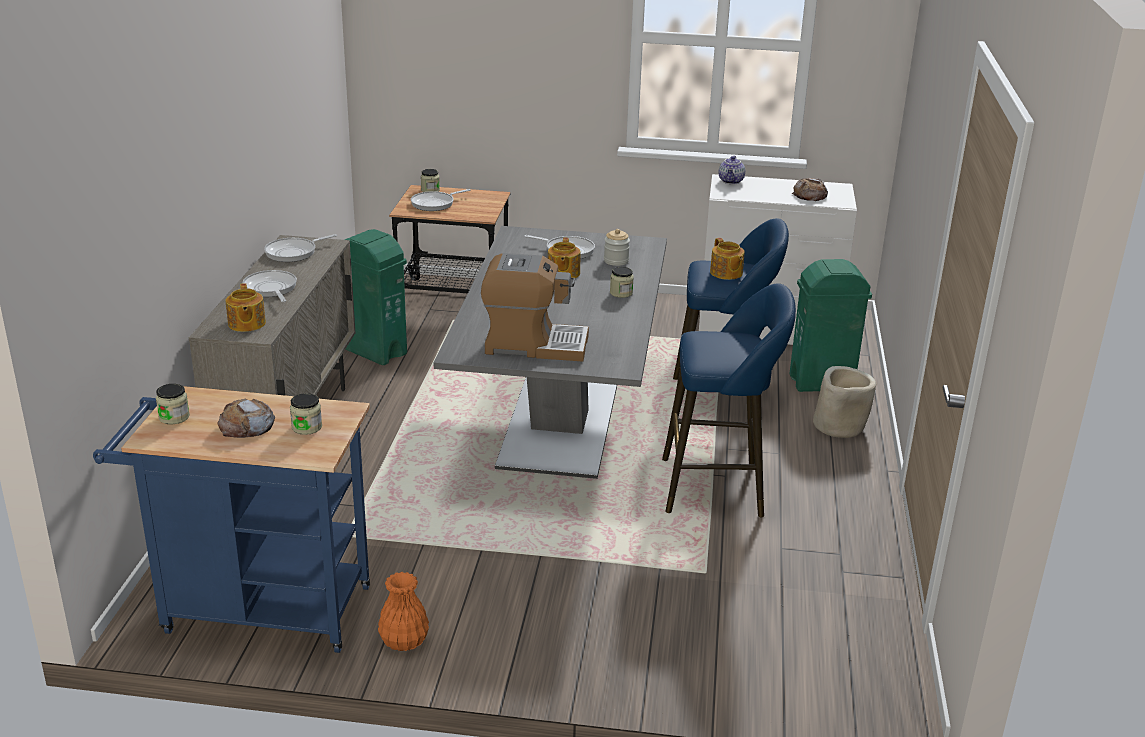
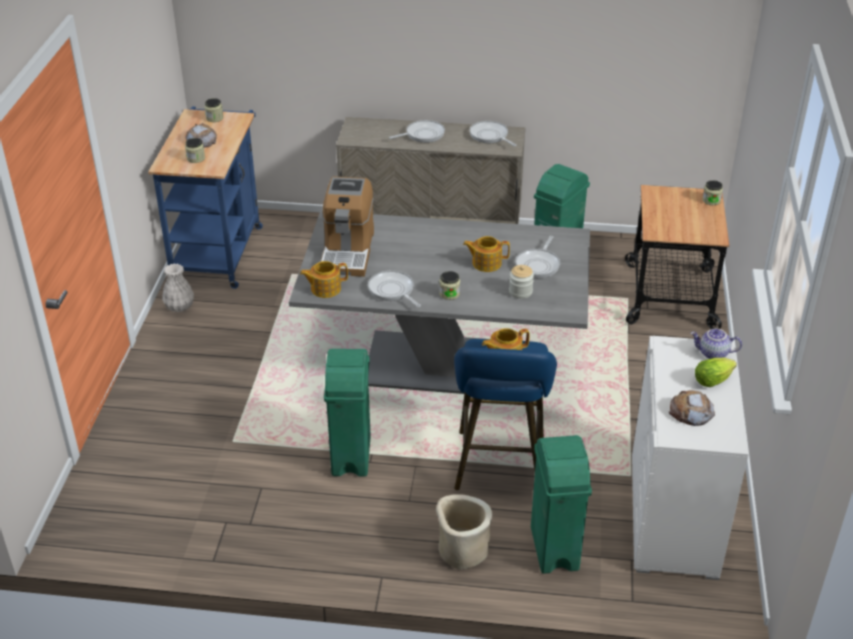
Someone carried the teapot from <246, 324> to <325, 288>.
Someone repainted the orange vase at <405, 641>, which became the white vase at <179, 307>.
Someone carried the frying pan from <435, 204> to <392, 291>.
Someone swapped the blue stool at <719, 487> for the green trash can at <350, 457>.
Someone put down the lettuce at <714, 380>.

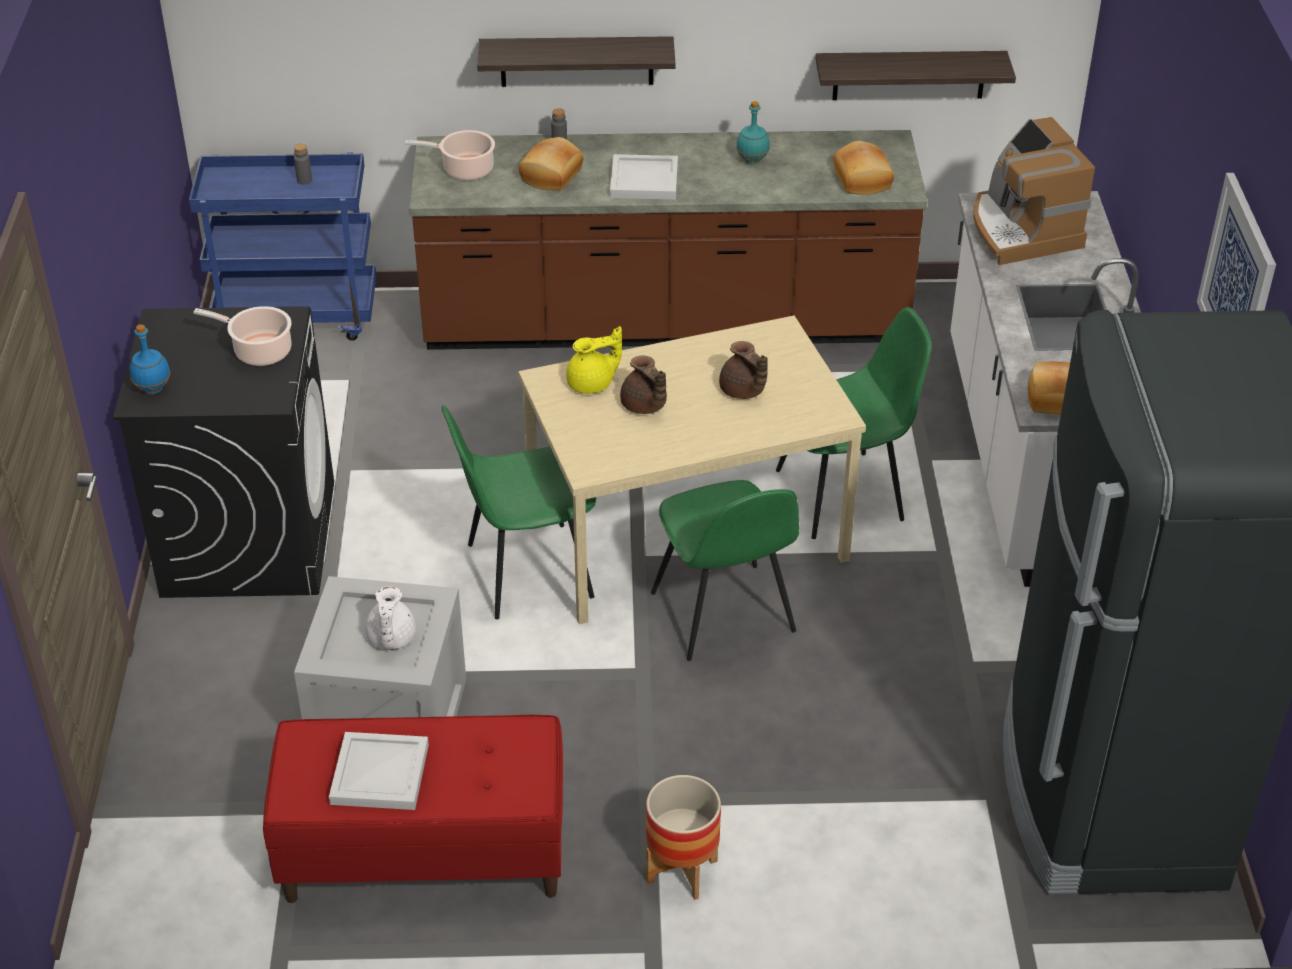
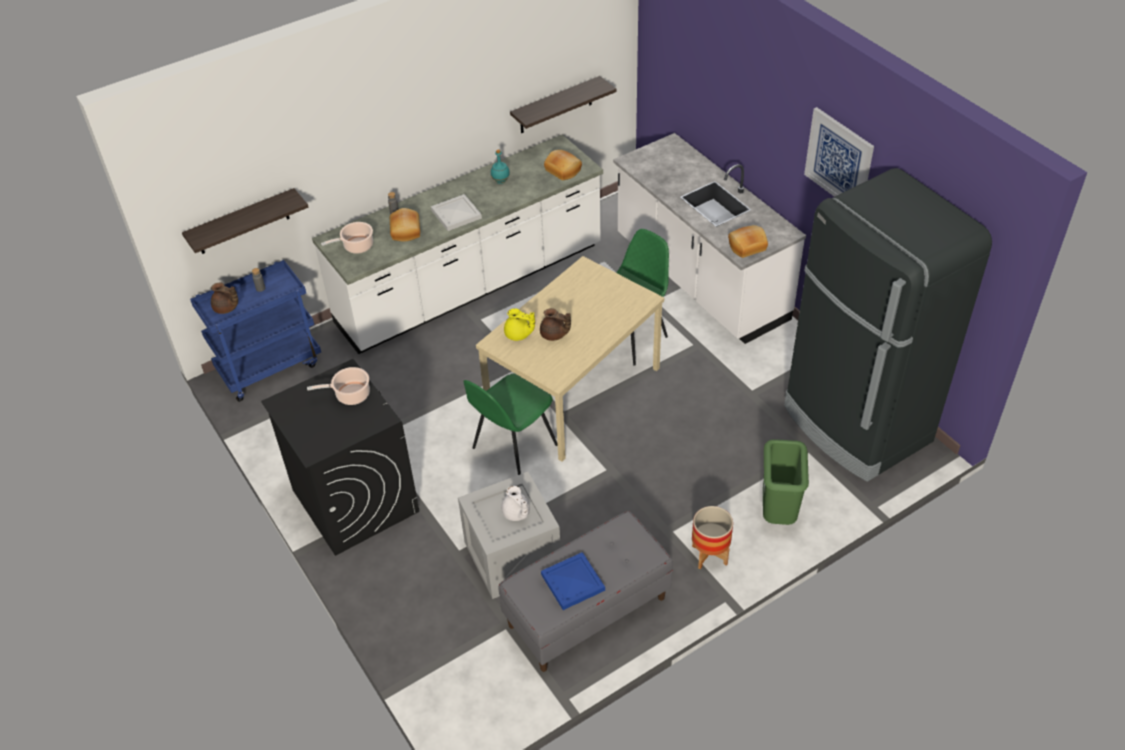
Someone took away the blue bottle at <153, 389>.
Someone repainted the red bench at <423, 854>, which became the grey bench at <587, 612>.
Someone repainted the white tray at <381, 775>, which became the blue tray at <574, 582>.
Someone repainted the brown counter at <665, 324>, which became the white counter at <471, 286>.
Someone carried the shelf from <576, 61> to <242, 222>.
Someone rotated the yellow teapot at <592, 384> by 75 degrees clockwise.
Someone took away the green chair at <724, 615>.
Someone carried the brown teapot from <743, 391> to <226, 308>.
Someone took away the coffee machine at <1021, 230>.
Someone put down the green trash can at <778, 513>.

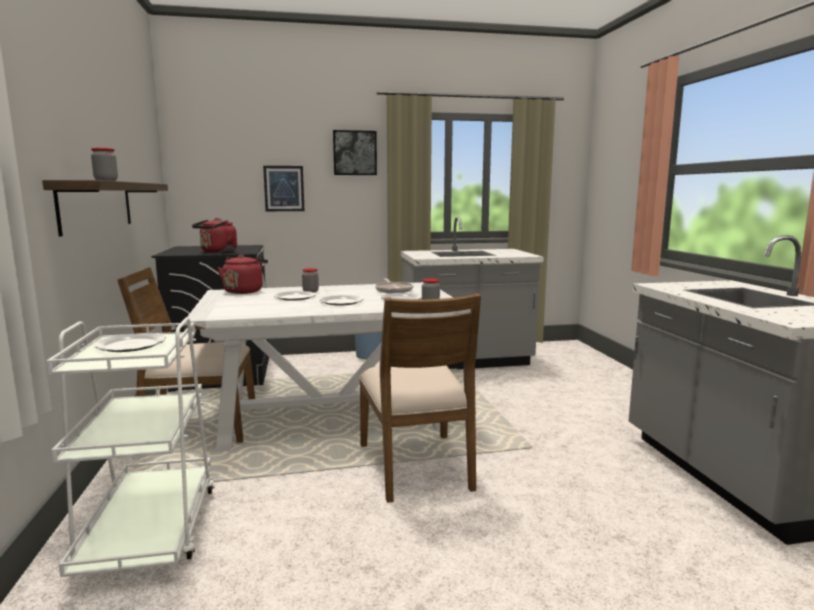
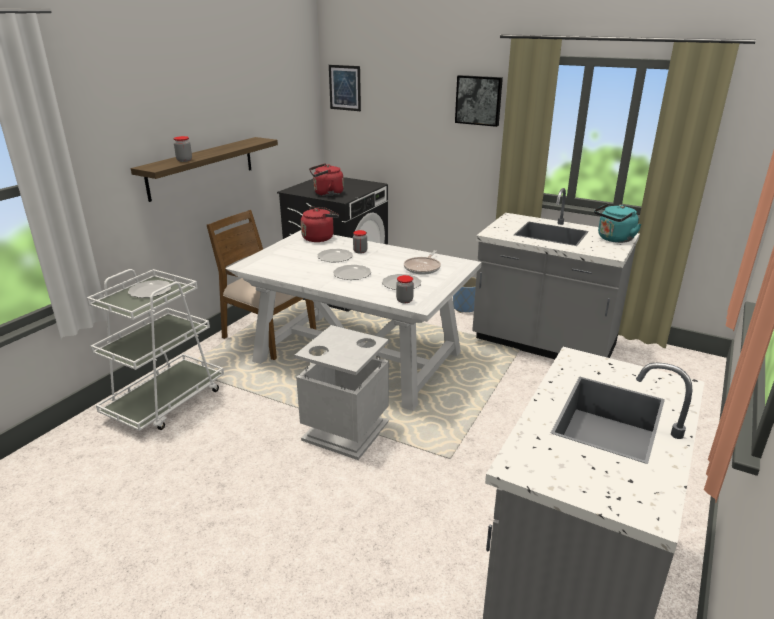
Someone carried the picture from <284, 188> to <345, 88>.
Someone swapped the brown chair at <416, 466> for the grey trash can at <345, 431>.
Someone put down the turquoise kettle at <614, 239>.

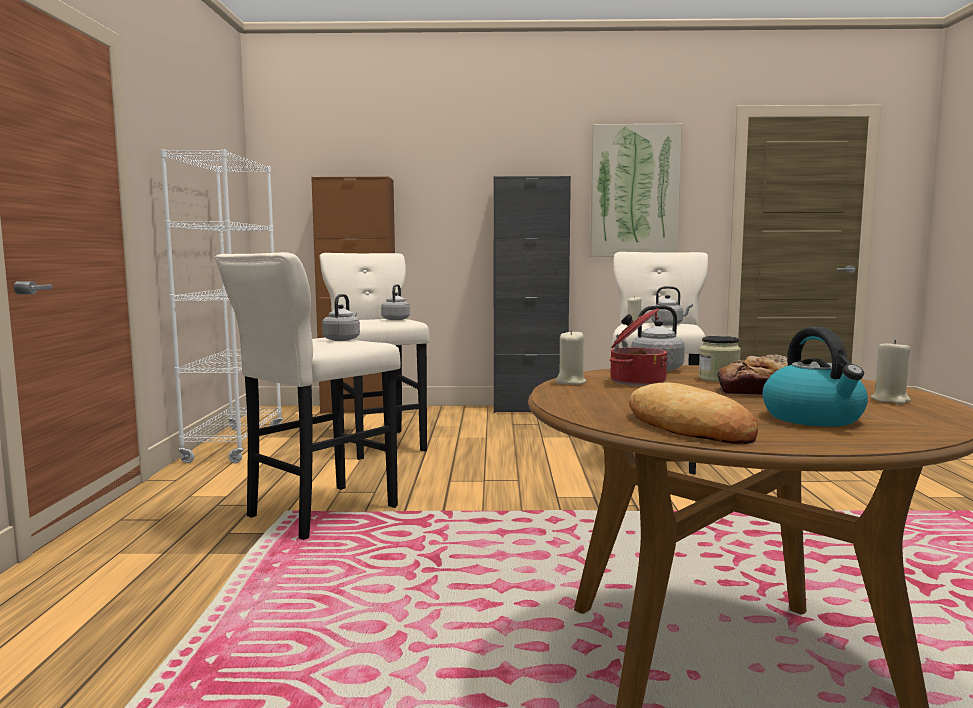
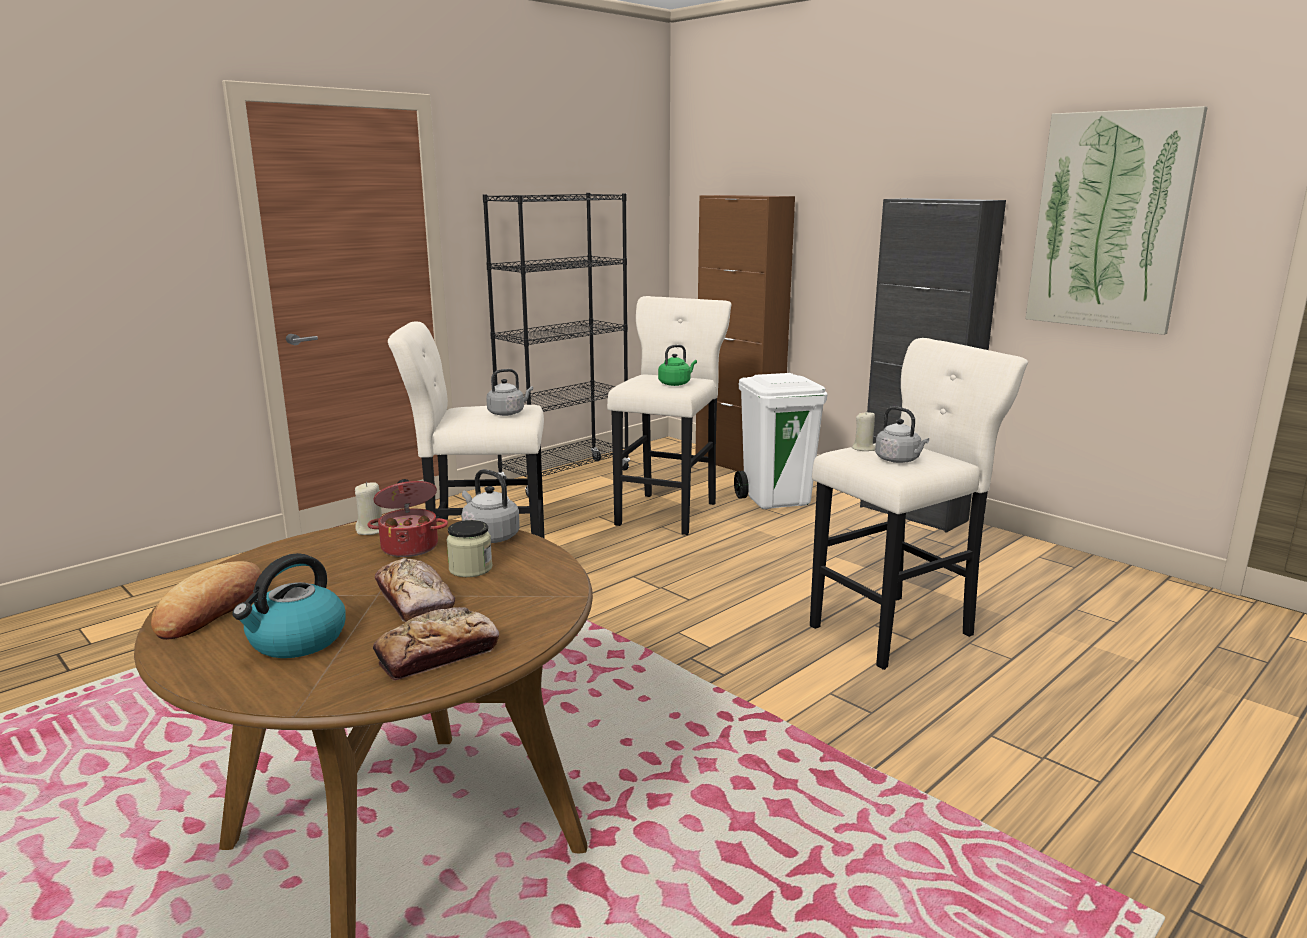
Someone repainted the white bookcase at <235, 445>, which became the black bookcase at <565, 478>.
Someone repainted the grey kettle at <396, 319>, which became the green kettle at <676, 384>.
Someone swapped the beige candle at <890, 400> for the bread at <437, 654>.
Someone put down the white trash can at <777, 500>.

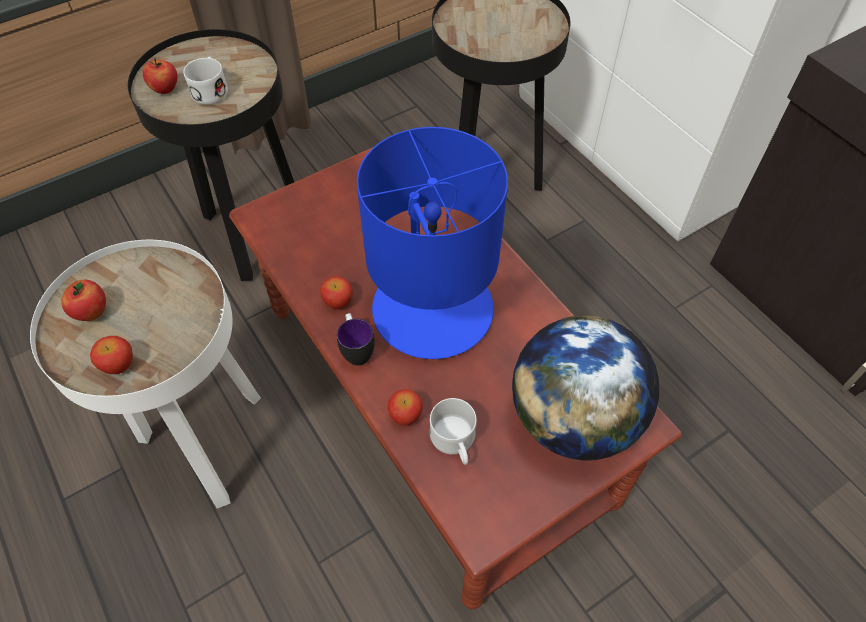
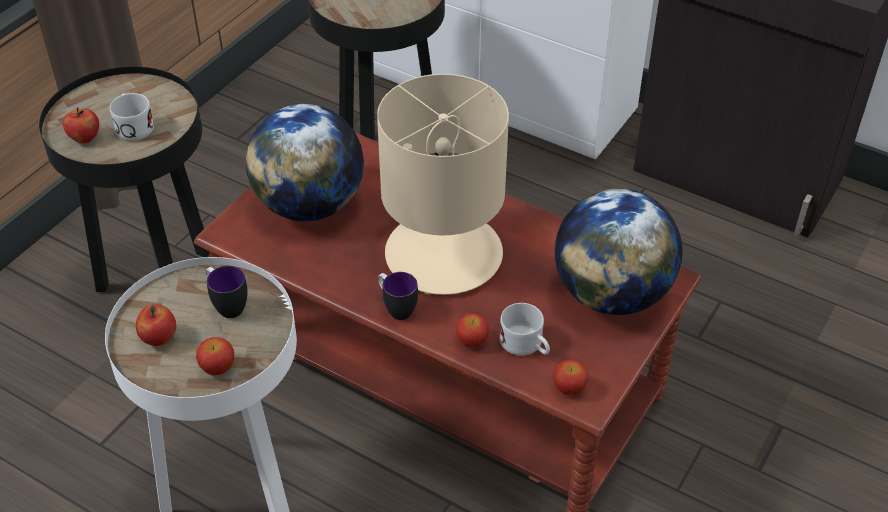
Someone carried the apple from <338, 302> to <569, 388>.
Someone repainted the blue table lamp at <432, 308>, which became the beige table lamp at <442, 253>.
Someone put down the mug at <227, 305>.
Someone put down the globe at <310, 205>.

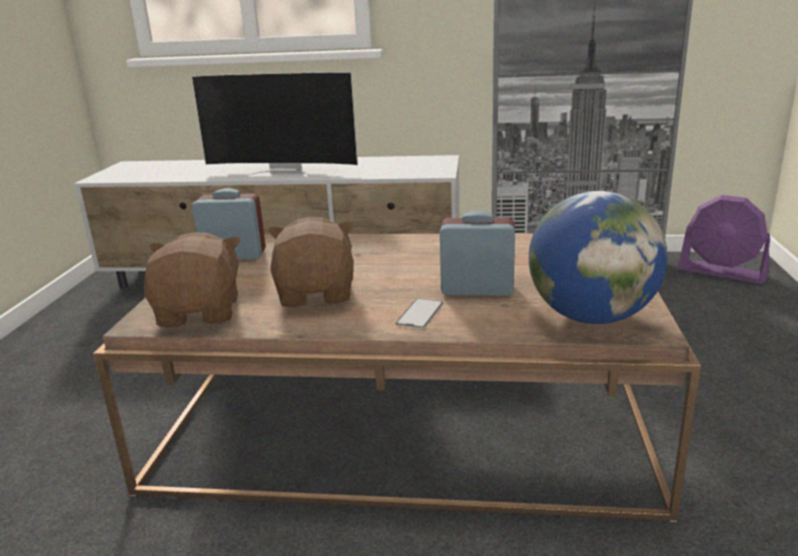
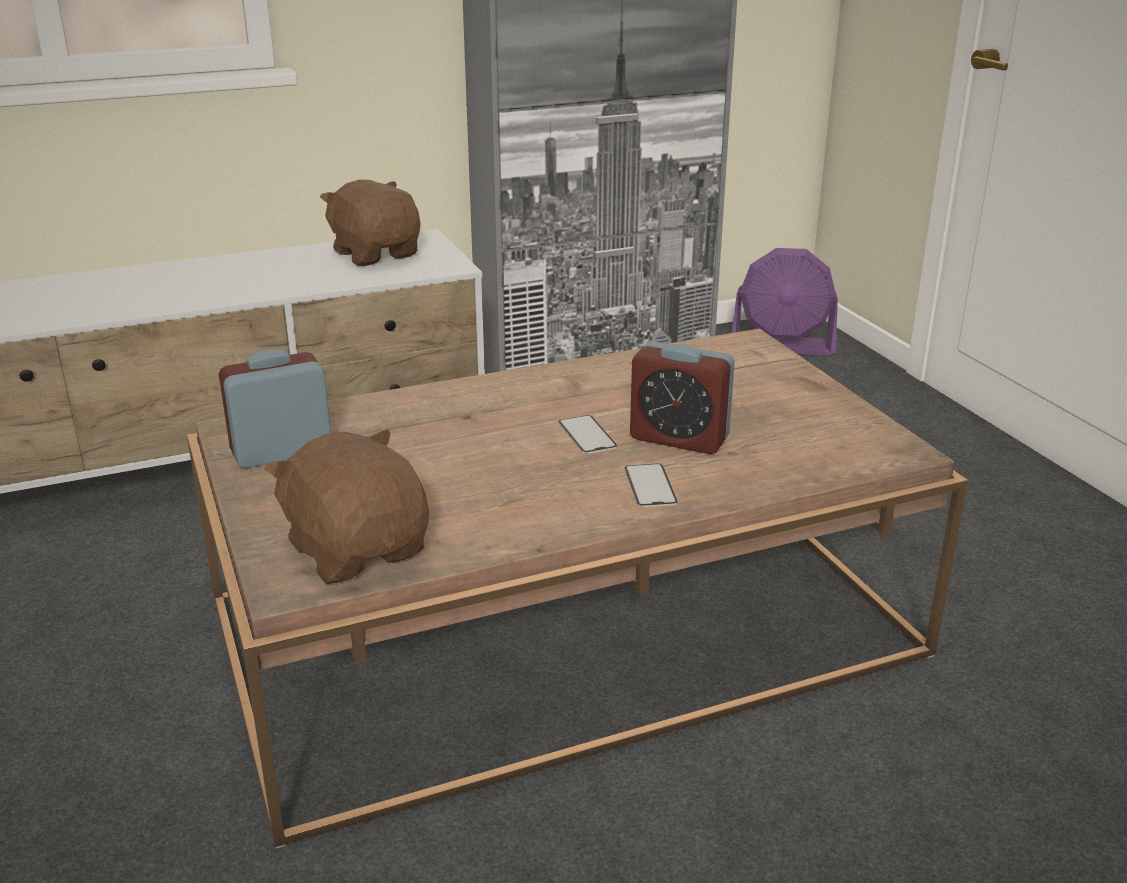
Someone took away the television at <285, 171>.
Someone carried the brown plush toy from <317, 294> to <376, 254>.
Someone rotated the alarm clock at <477, 289> by 135 degrees counterclockwise.
Someone took away the globe at <591, 317>.
Someone put down the phone at <587, 435>.

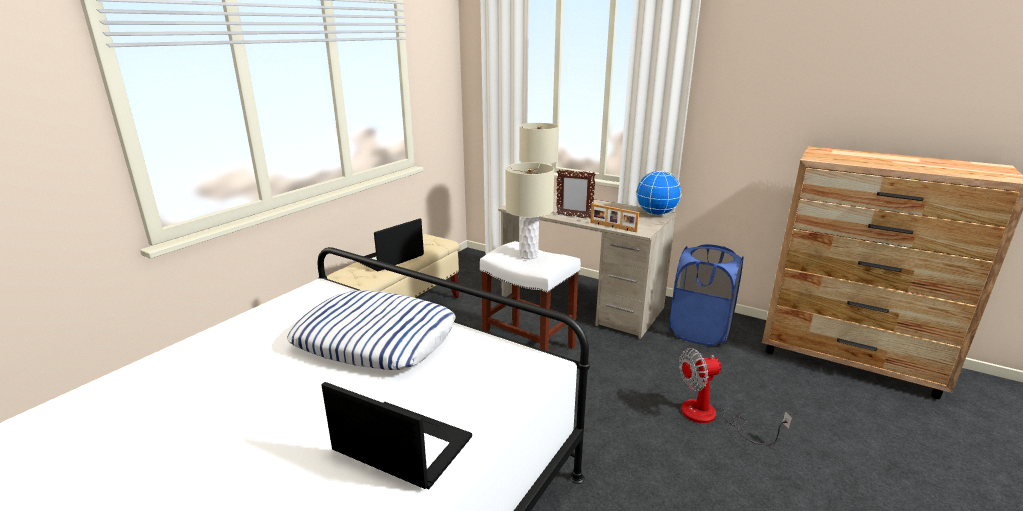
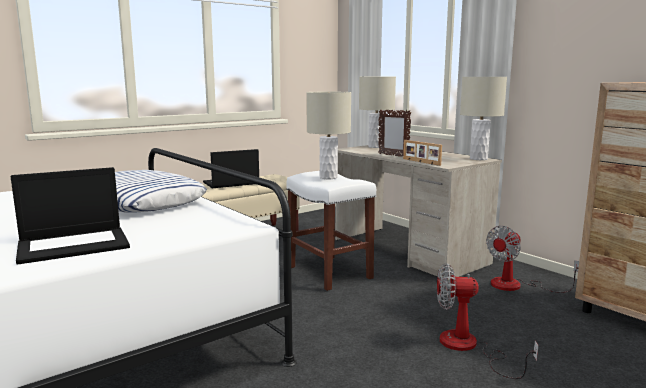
Someone rotated the laptop at <401, 445> by 105 degrees clockwise.
Someone swapped the globe at <656, 214> for the beige table lamp at <478, 159>.
Someone swapped the blue laundry basket at <700, 331> for the fan at <517, 286>.

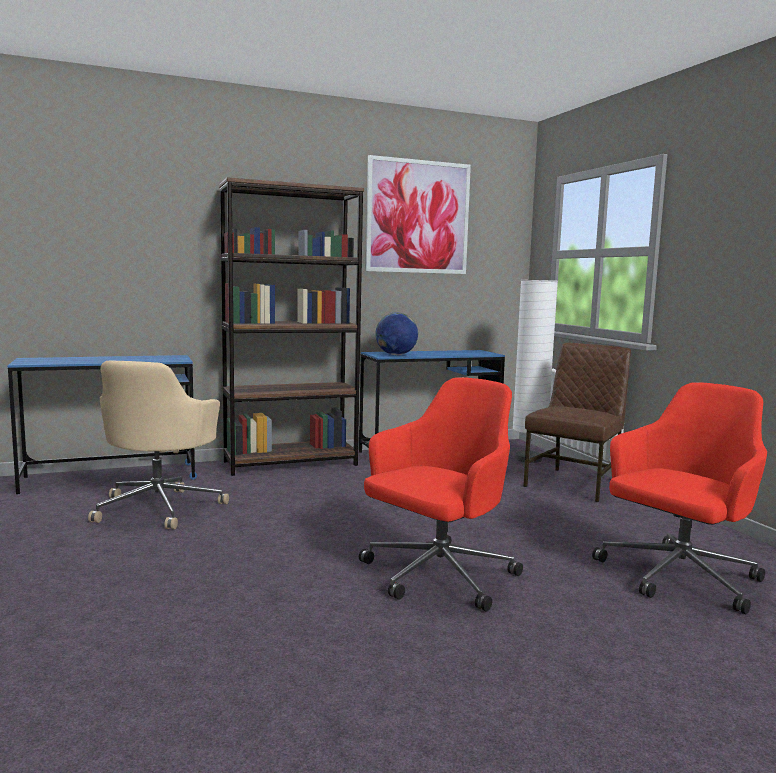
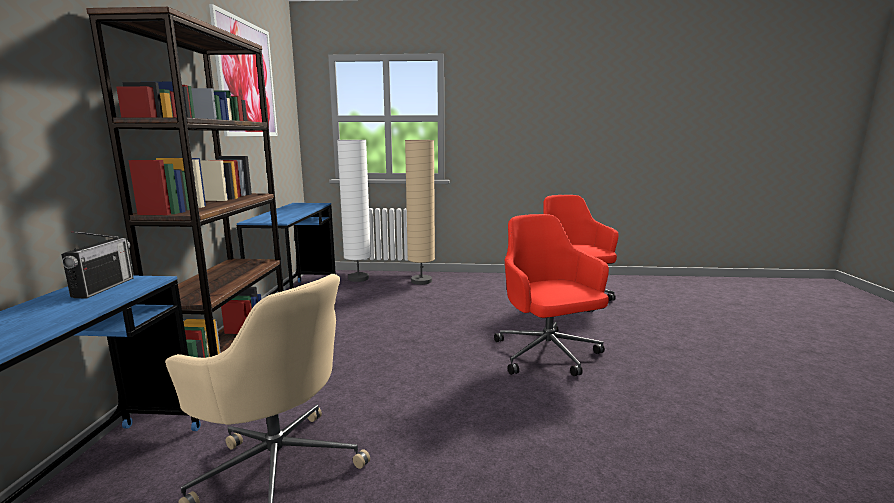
Someone took away the globe at <396, 355>.
Someone swapped the brown chair at <574, 484> for the beige floor lamp at <421, 281>.
Someone put down the radio at <103, 287>.

